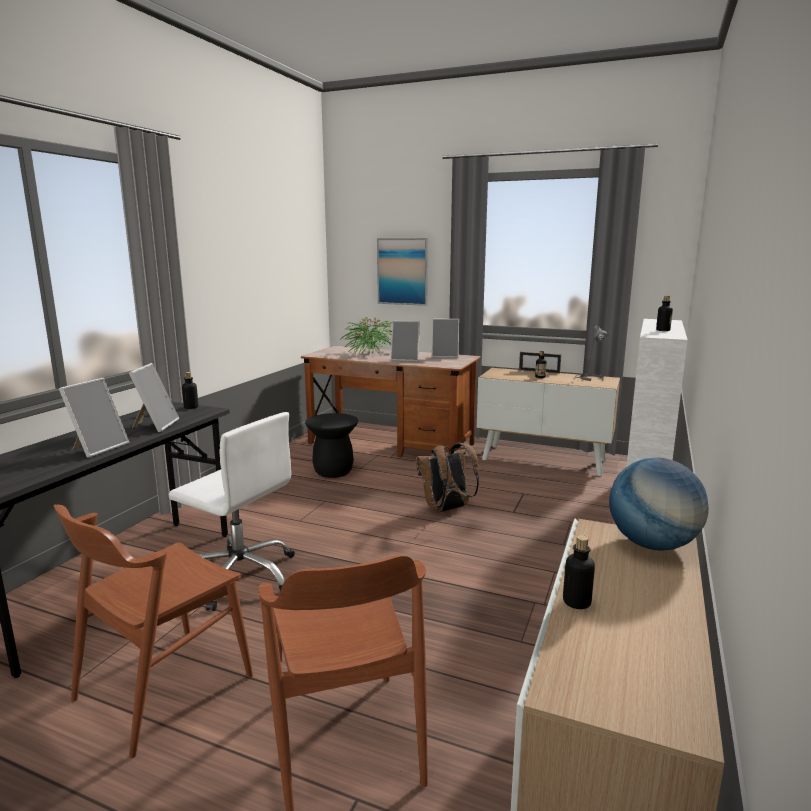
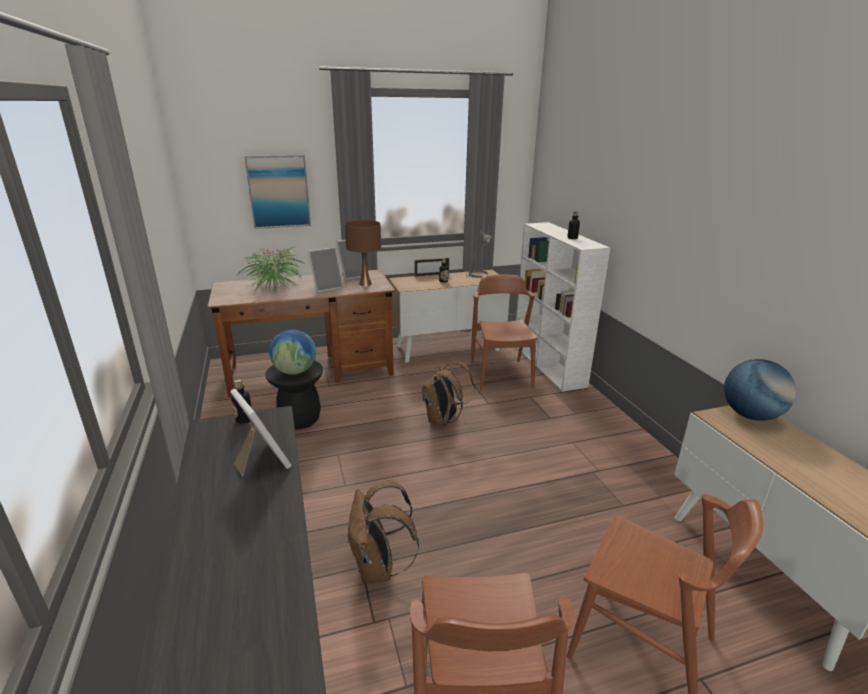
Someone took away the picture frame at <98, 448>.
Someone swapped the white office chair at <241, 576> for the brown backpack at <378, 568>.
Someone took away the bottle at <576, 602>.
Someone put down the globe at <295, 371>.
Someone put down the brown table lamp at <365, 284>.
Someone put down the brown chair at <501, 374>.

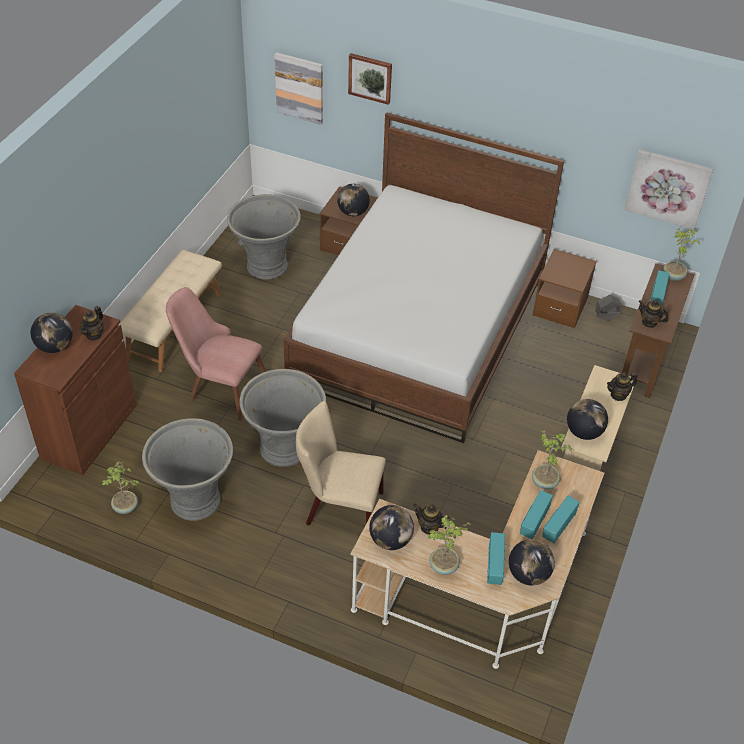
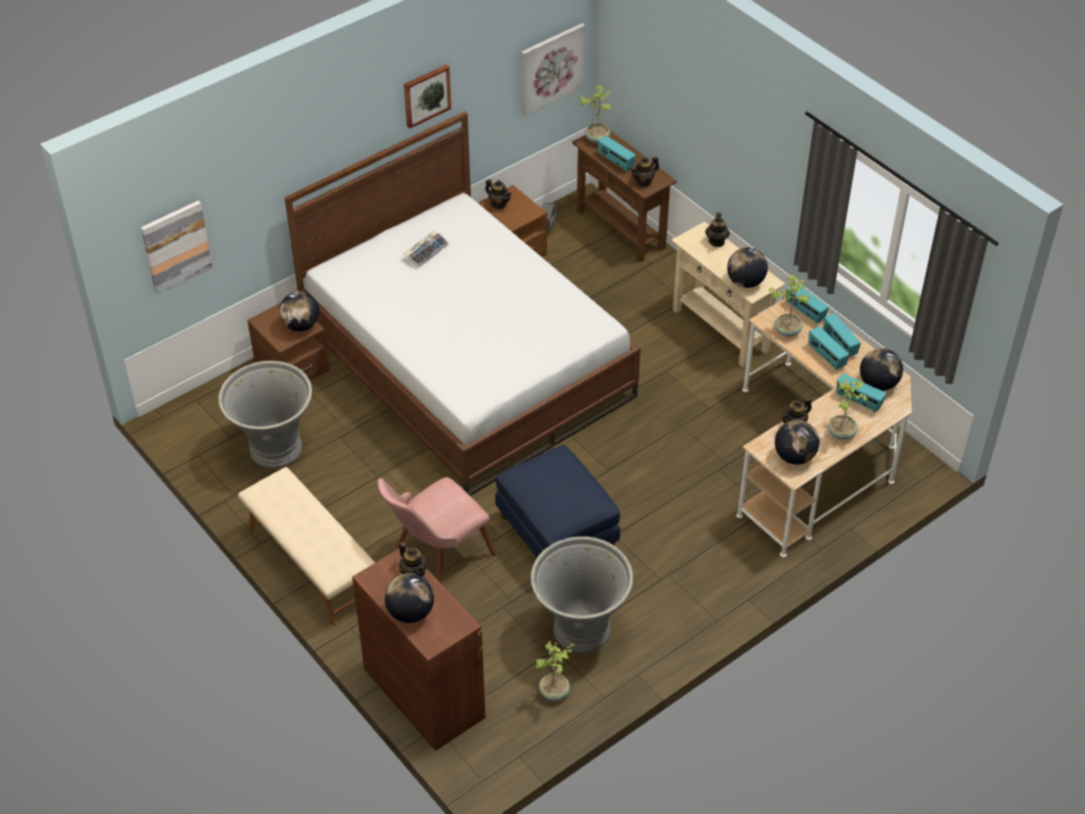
Someone swapped the grey planter at <285, 448> for the blue ottoman at <558, 533>.
Someone took away the beige chair at <339, 508>.
Someone carried the picture from <370, 78> to <426, 95>.
Someone put down the keyboard at <426, 252>.
Someone put down the teapot at <499, 204>.
Someone put down the radio at <805, 312>.

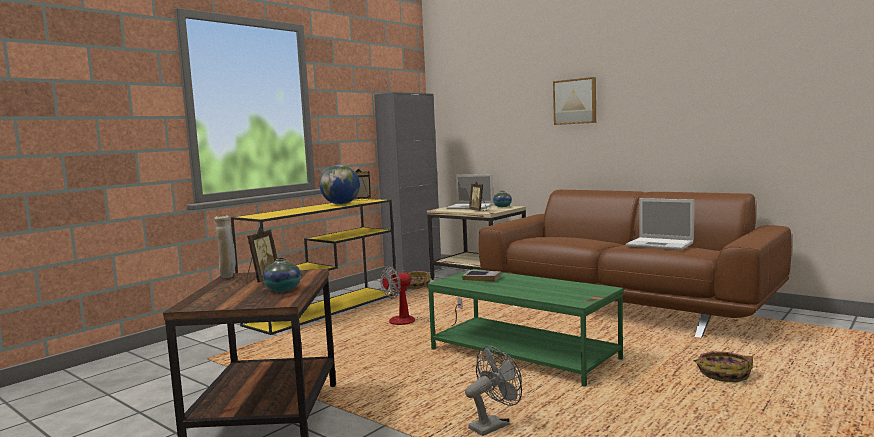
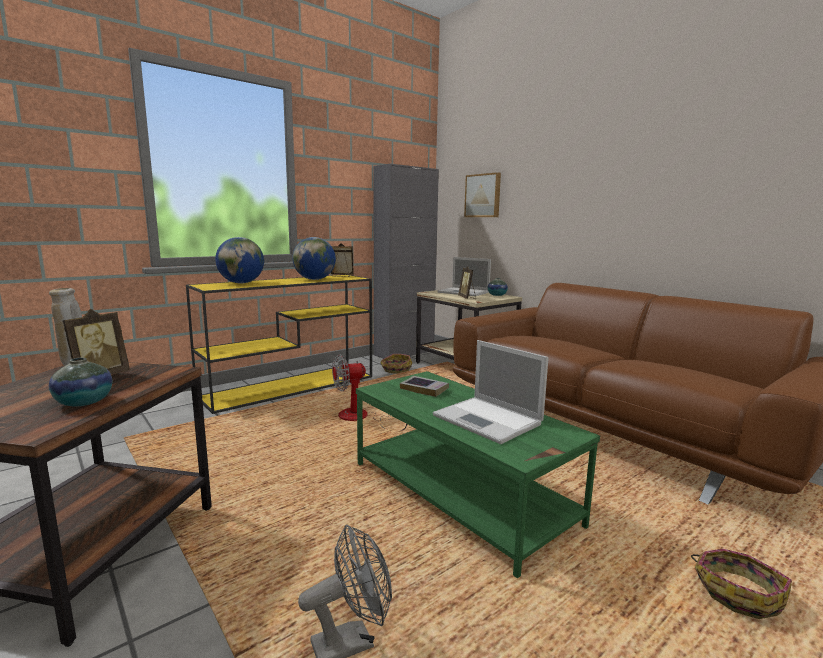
Someone carried the picture from <575, 101> to <483, 196>.
Someone carried the laptop from <661, 244> to <489, 420>.
Someone put down the globe at <241, 283>.

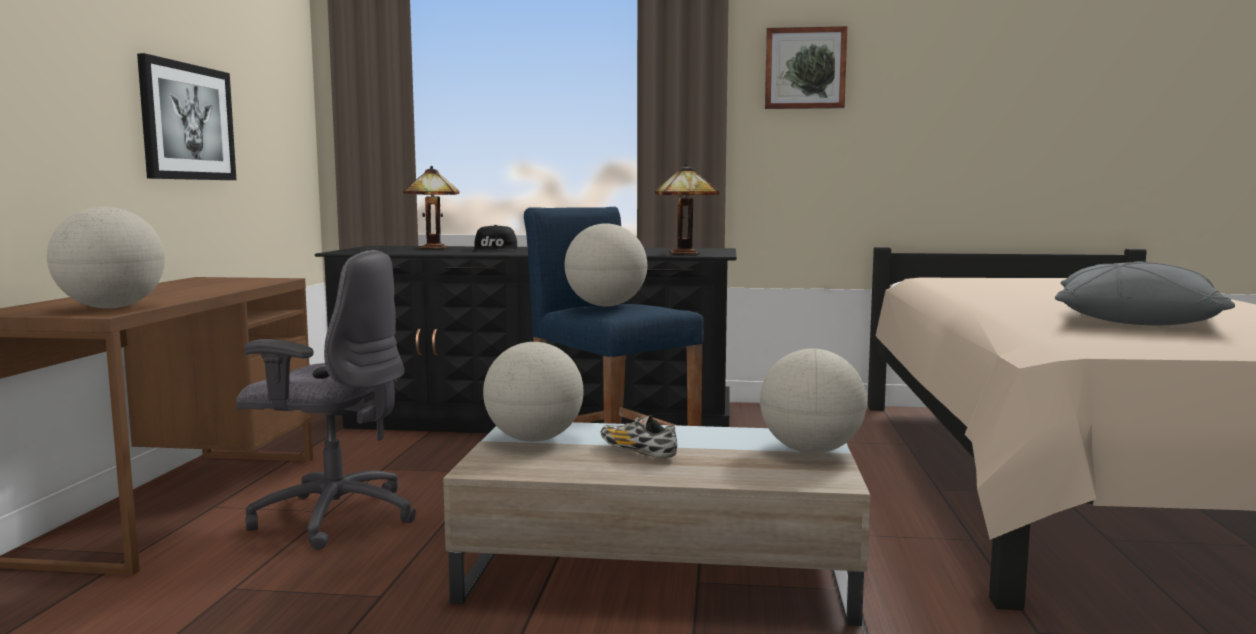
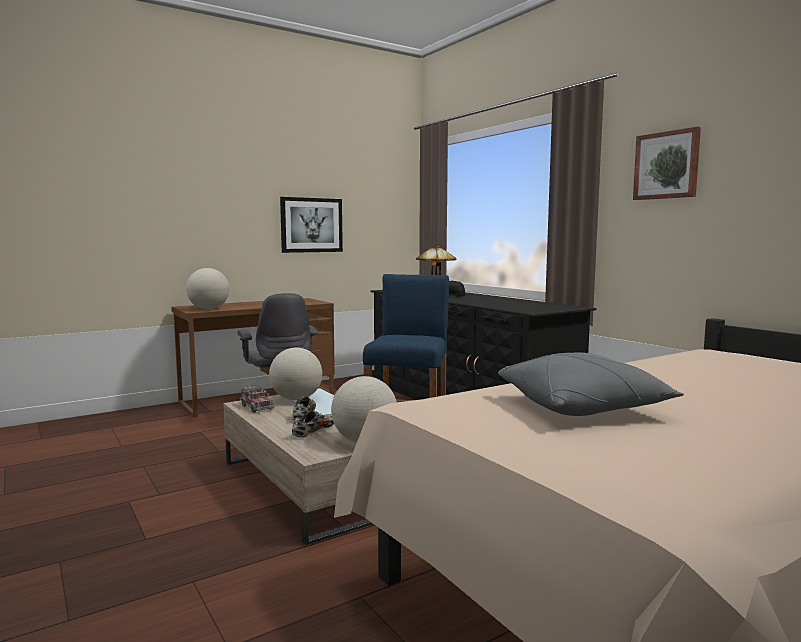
Someone took away the globe at <606, 306>.
Someone took away the table lamp at <686, 253>.
Someone put down the toy truck at <256, 407>.
Someone put down the shoe at <315, 431>.

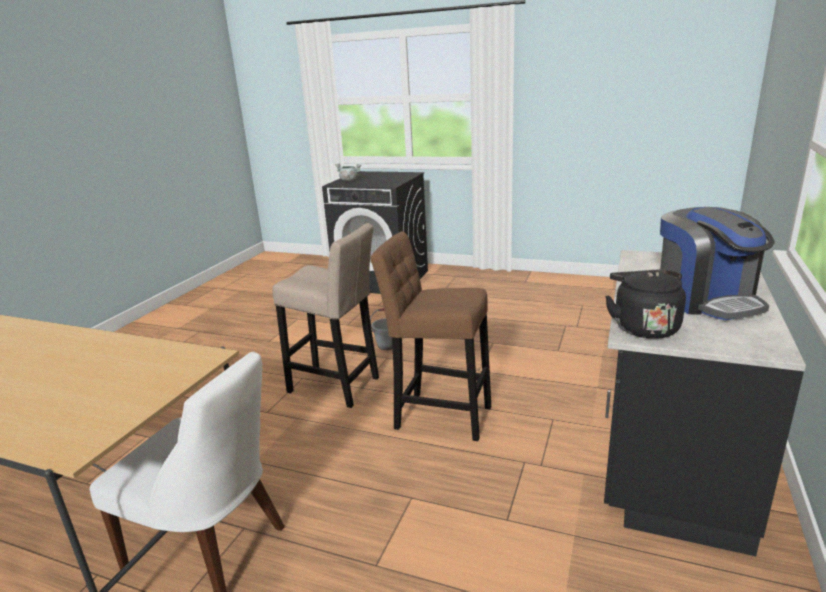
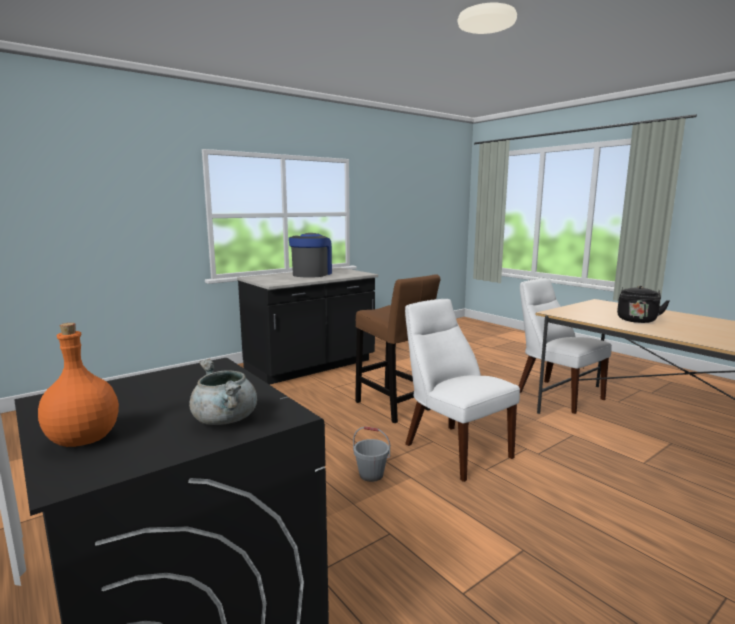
Someone swapped the beige stool at <337, 386> for the white chair at <453, 449>.
Someone carried the black kettle from <643, 327> to <637, 321>.
Someone put down the orange bottle at <83, 440>.

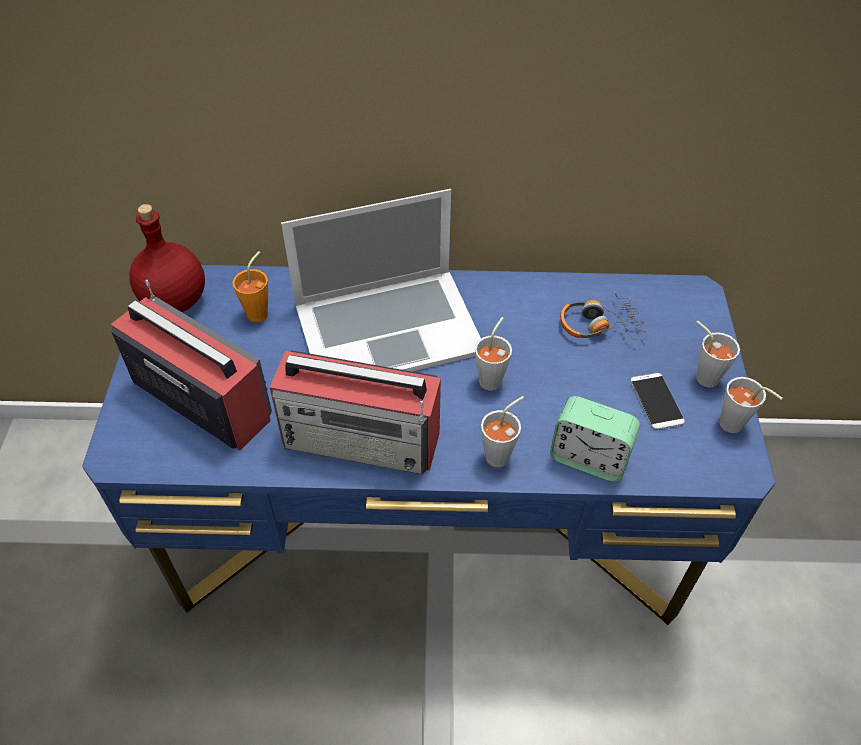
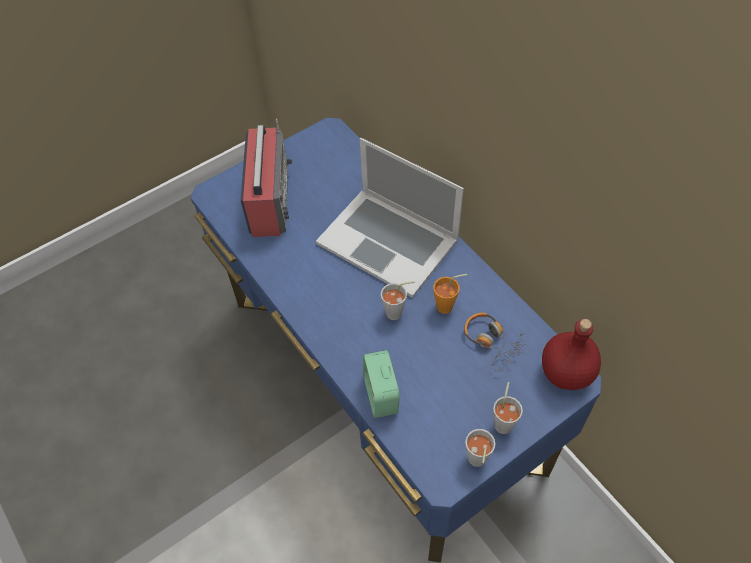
Someone carried the red bottle from <175, 302> to <566, 374>.
Someone carried the orange cup from <260, 311> to <448, 306>.
Someone took away the radio at <363, 439>.
Someone took away the grey cup at <501, 454>.
Someone took away the phone at <656, 401>.

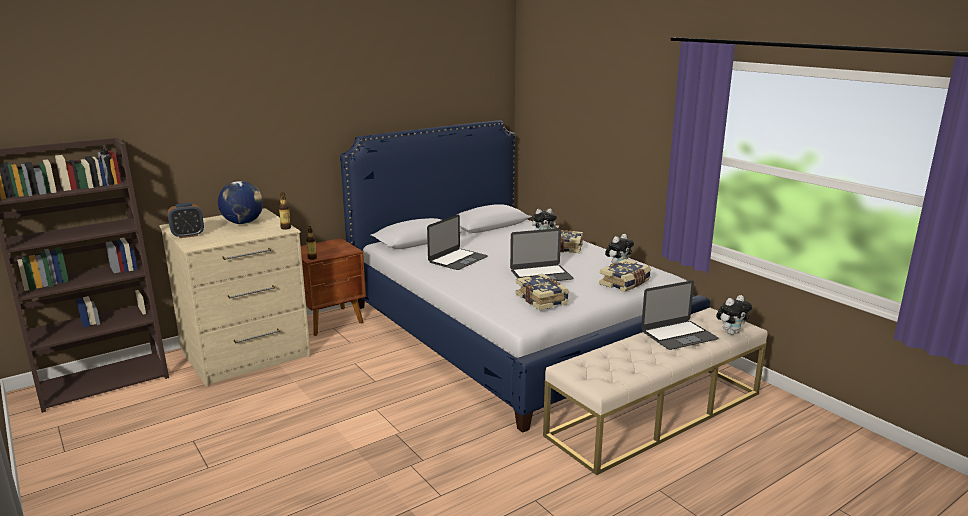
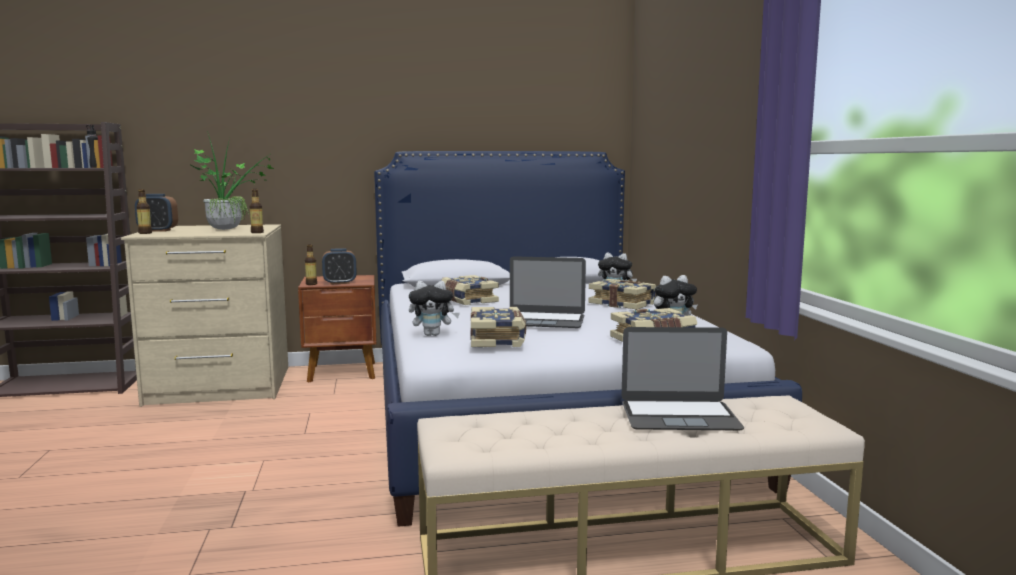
Someone swapped the globe at <243, 223> for the potted plant at <230, 228>.
Someone swapped the laptop at <458, 259> for the book at <467, 300>.
Someone carried the plush toy from <731, 332> to <433, 335>.
Someone put down the bottle at <145, 233>.
Someone put down the alarm clock at <339, 283>.

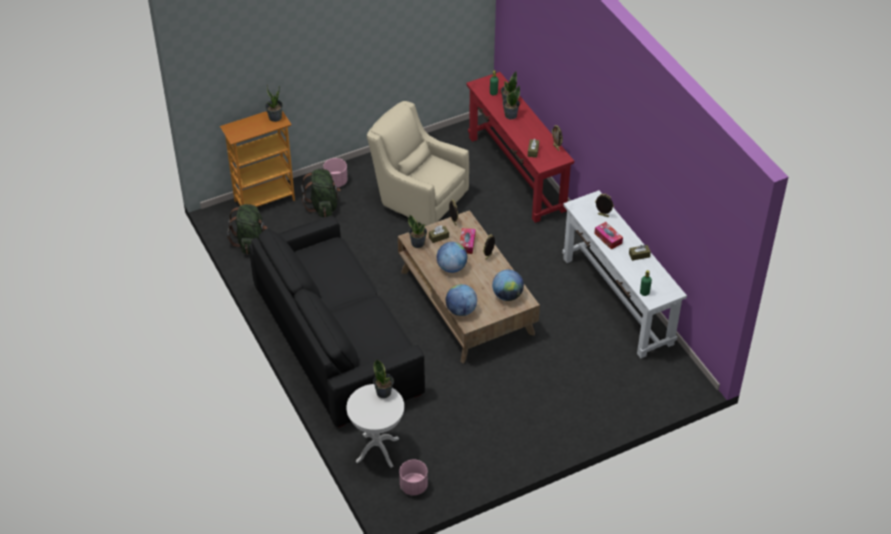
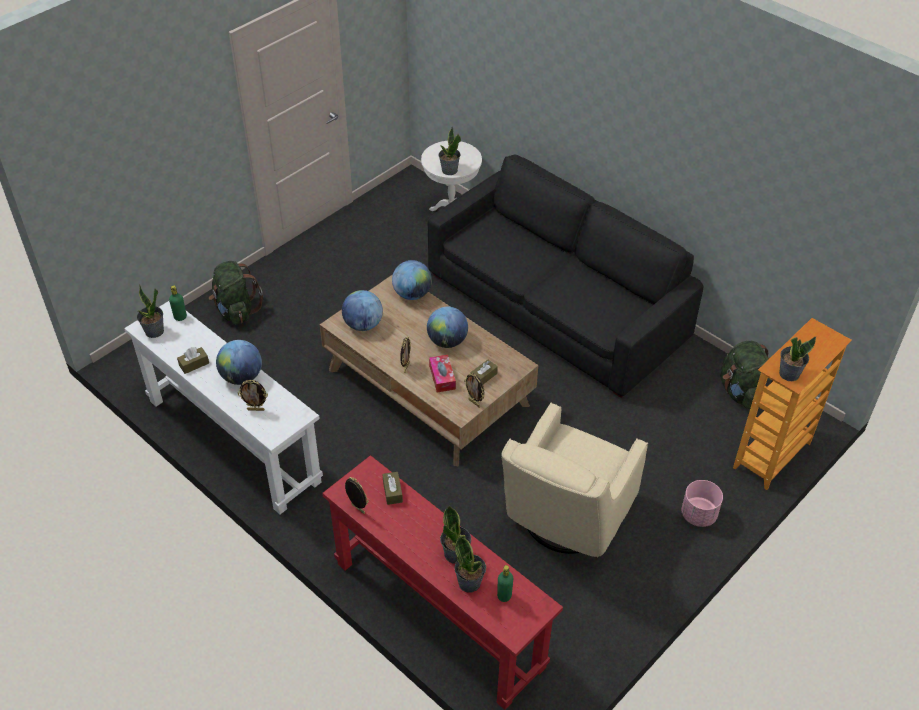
Someone carried the green backpack from <323, 206> to <236, 311>.
Someone rotated the beige armchair at <418, 199> by 105 degrees clockwise.
Someone took away the pink planter at <413, 486>.
Someone carried the potted plant from <418, 243> to <154, 331>.
Someone swapped the tissue box at <608, 238> for the globe at <241, 377>.

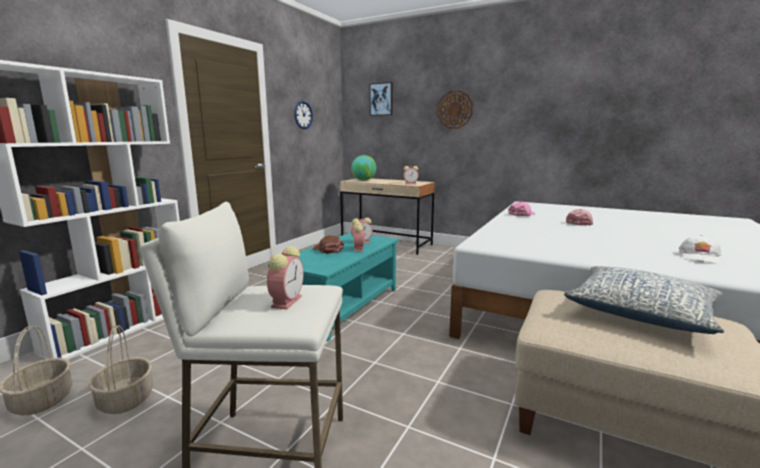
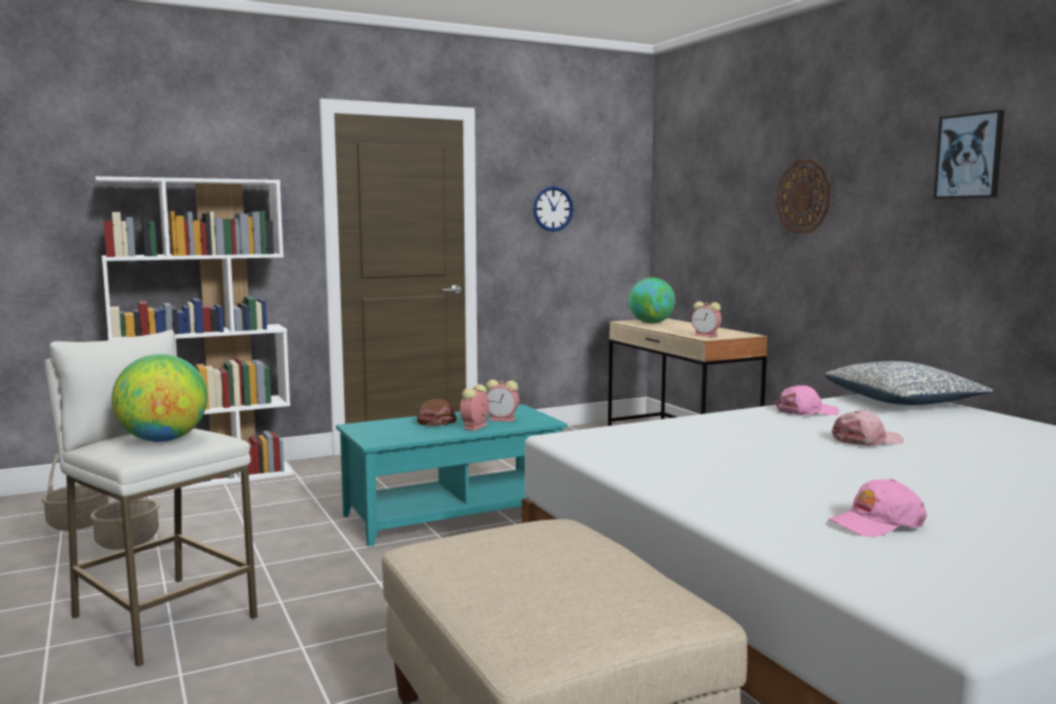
Someone swapped the alarm clock at <287, 301> for the globe at <163, 440>.
Someone carried the picture from <381, 99> to <969, 156>.
Someone carried the pillow from <641, 312> to <903, 401>.
Someone repainted the white cap at <699, 257>, which became the pink cap at <876, 523>.

